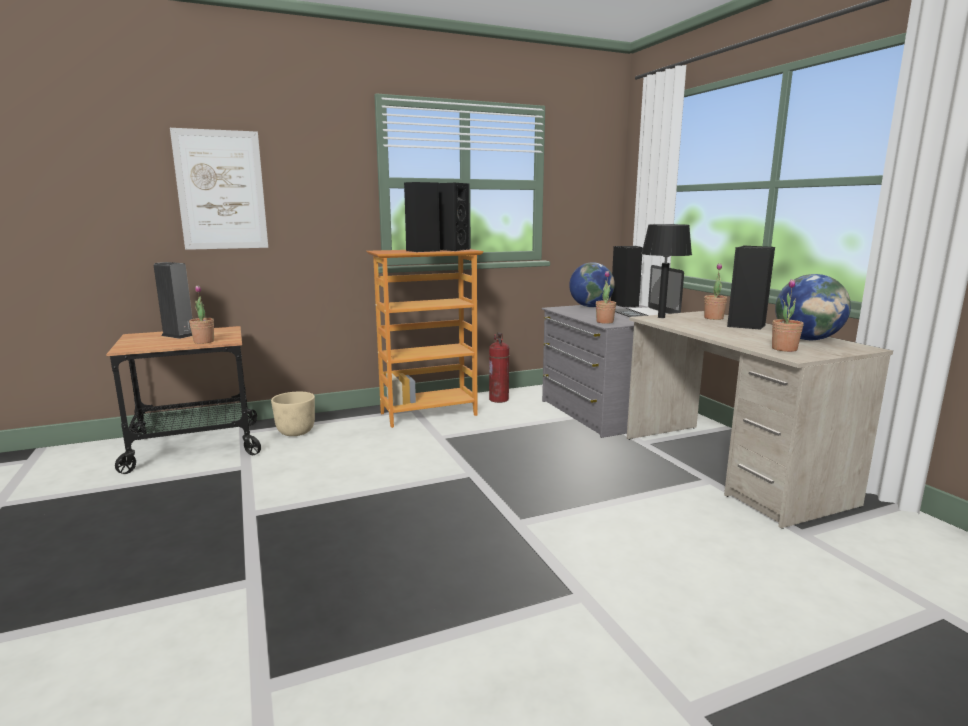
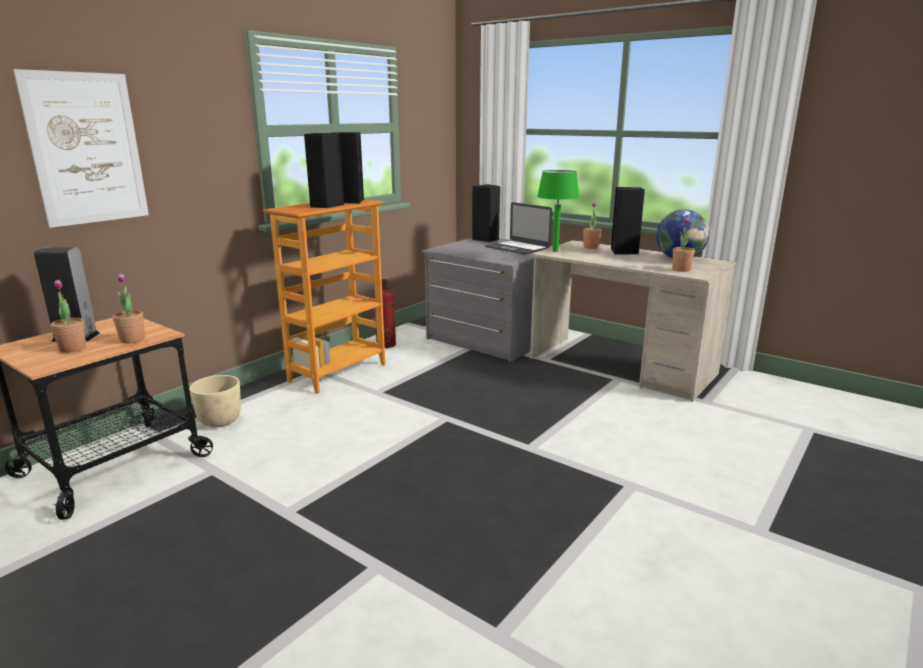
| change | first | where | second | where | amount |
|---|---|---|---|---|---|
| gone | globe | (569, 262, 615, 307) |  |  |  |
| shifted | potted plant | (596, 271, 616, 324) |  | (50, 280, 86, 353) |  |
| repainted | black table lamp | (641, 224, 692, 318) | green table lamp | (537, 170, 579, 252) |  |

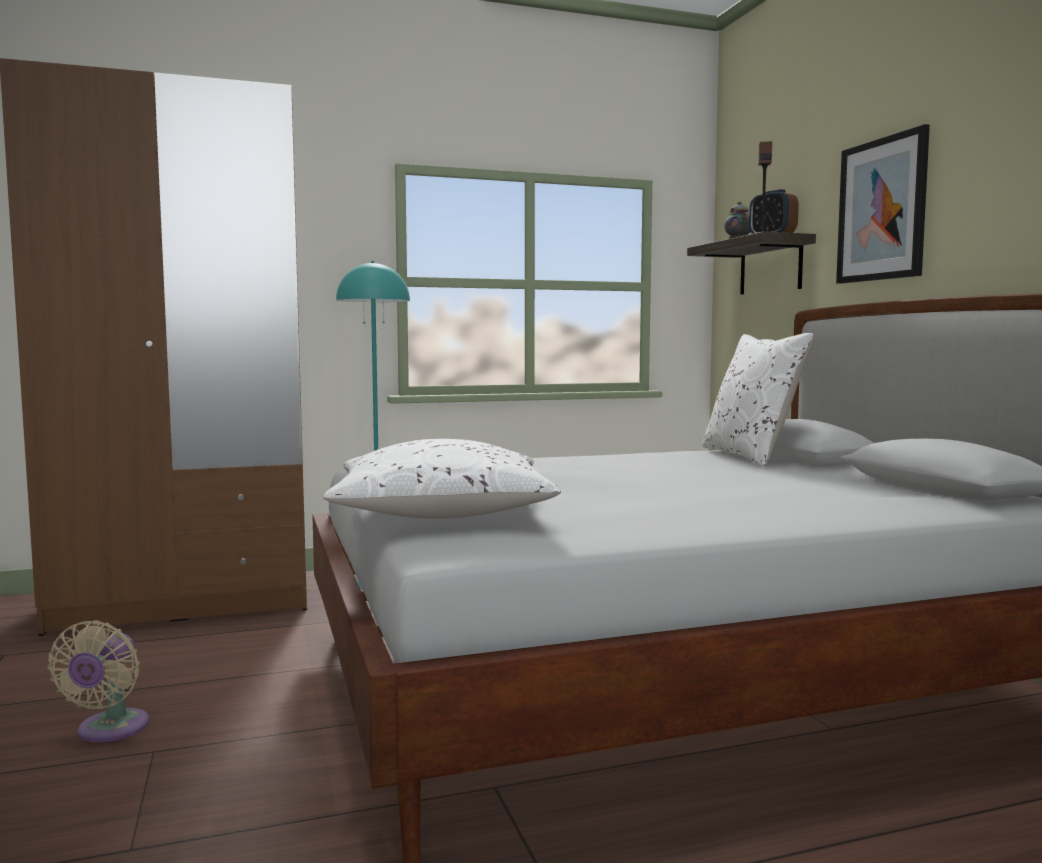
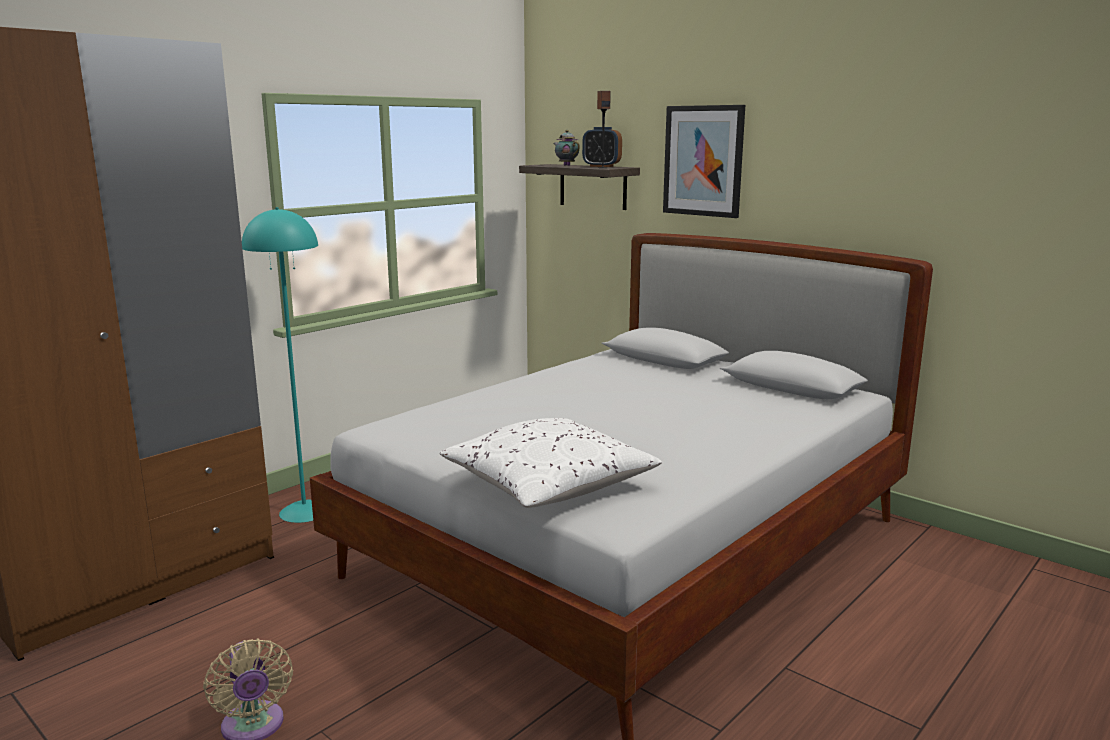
| change | first | where | second | where | amount |
|---|---|---|---|---|---|
| gone | white pillow | (702, 333, 815, 467) |  |  |  |

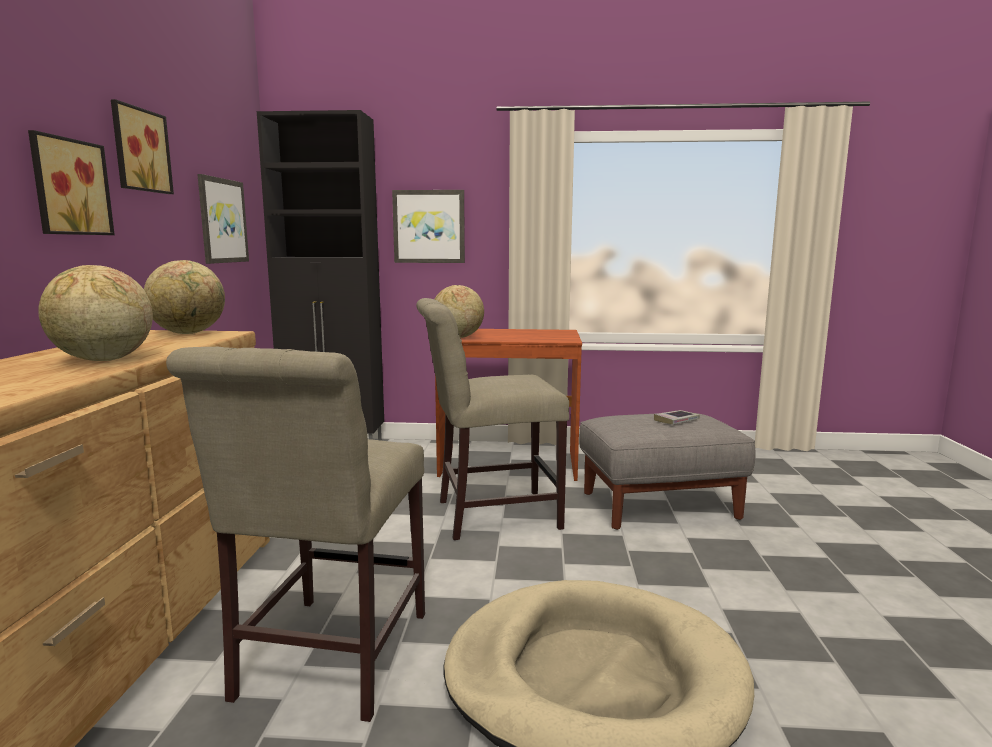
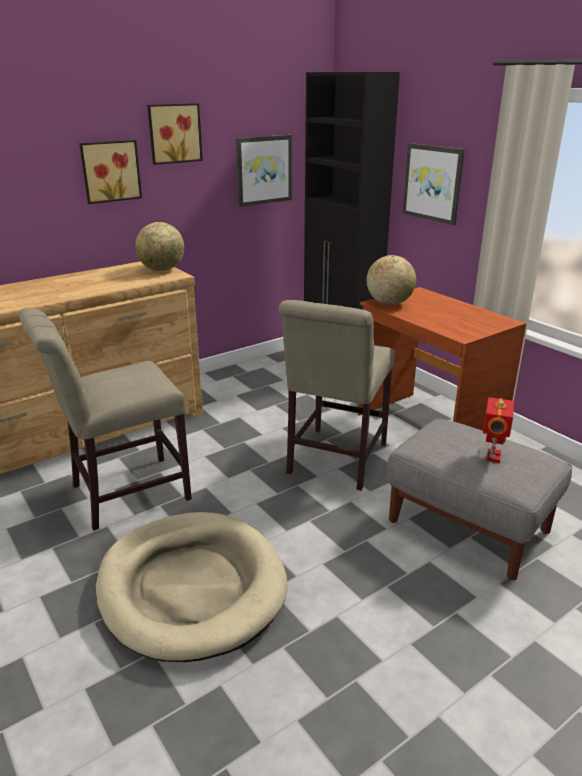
| change | first | where | second | where | amount |
|---|---|---|---|---|---|
| gone | globe | (38, 265, 153, 361) |  |  |  |
| swapped | book | (654, 410, 700, 425) | toy robot | (483, 397, 514, 463) |  |
| rotated | beige chair | (416, 298, 569, 540) |  | (279, 300, 395, 491) | 105 degrees counterclockwise |

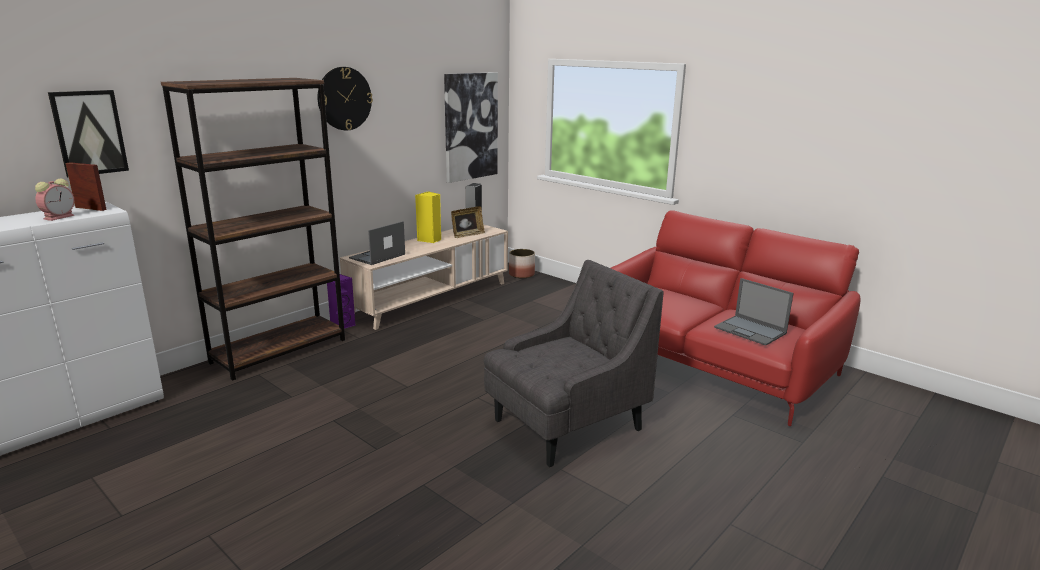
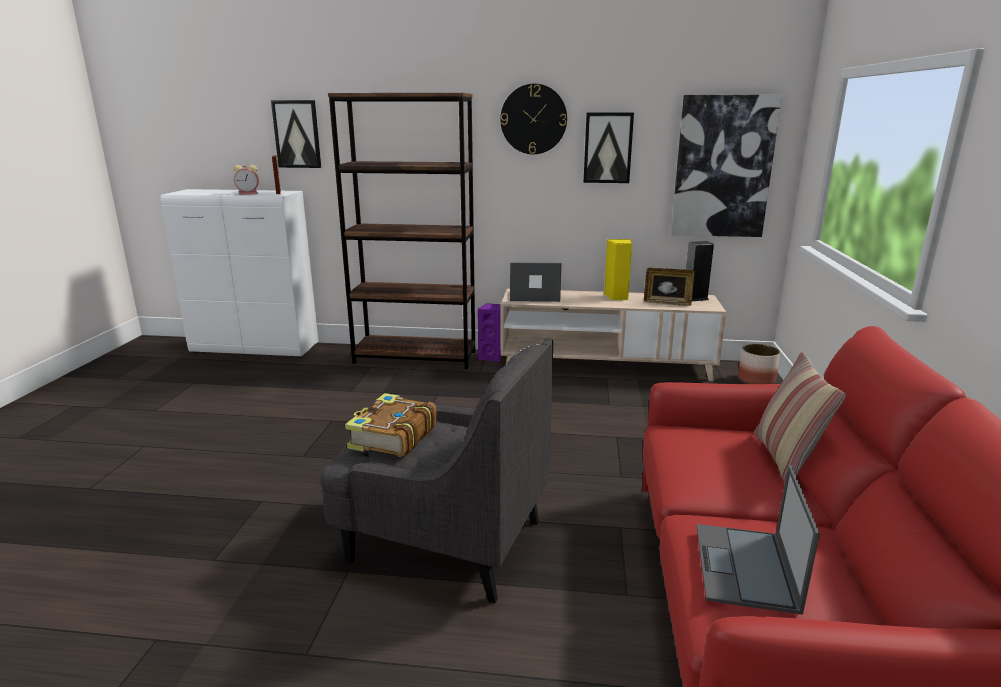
| change | first | where | second | where | amount |
|---|---|---|---|---|---|
| new |  |  | book | (345, 393, 437, 457) |  |
| new |  |  | picture | (583, 113, 634, 183) |  |
| new |  |  | pillow | (754, 352, 846, 485) |  |

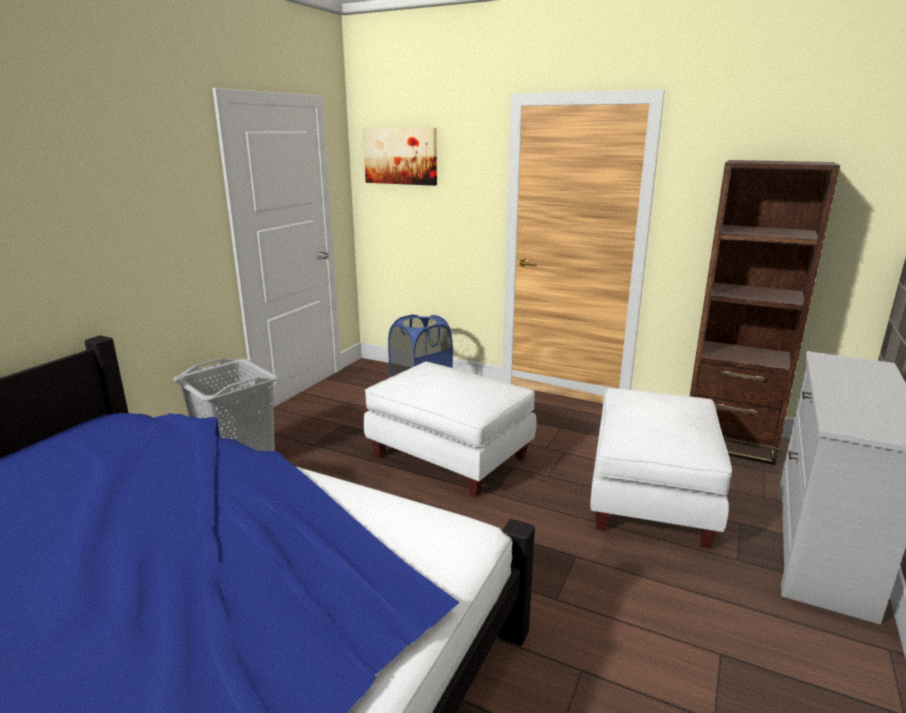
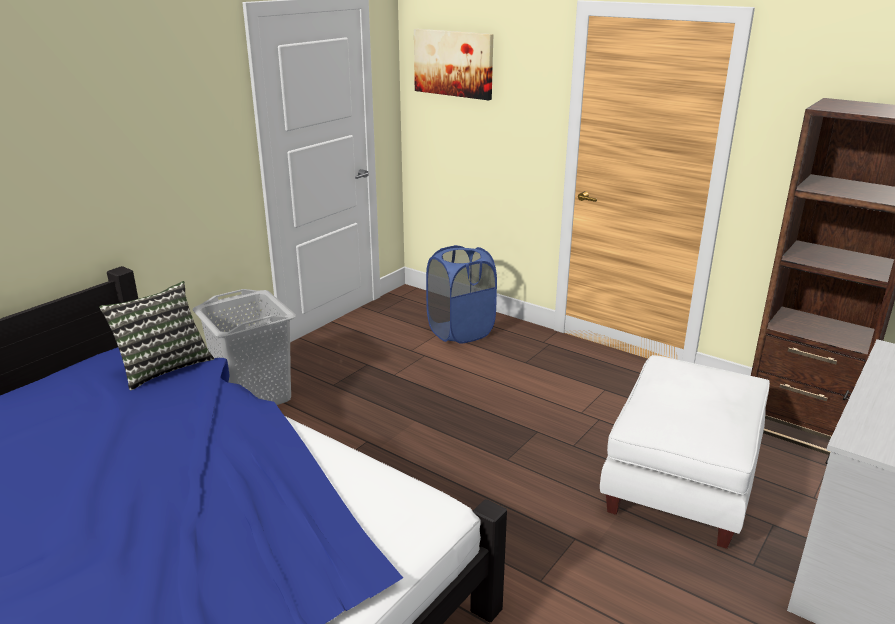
| change | first | where | second | where | amount |
|---|---|---|---|---|---|
| gone | white ottoman | (363, 362, 537, 497) |  |  |  |
| new |  |  | pillow | (99, 281, 214, 390) |  |

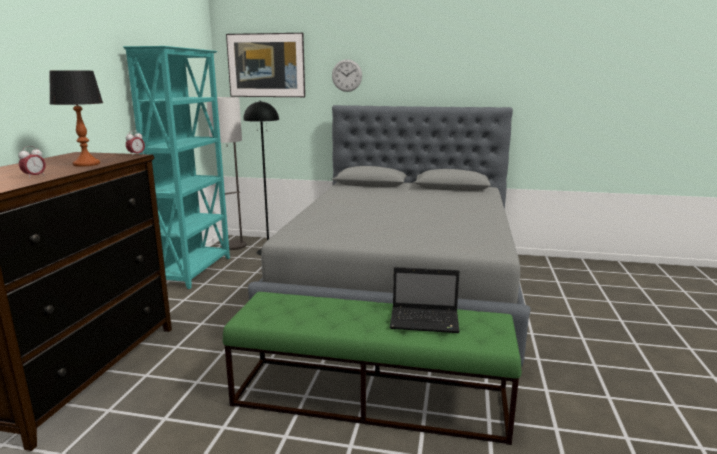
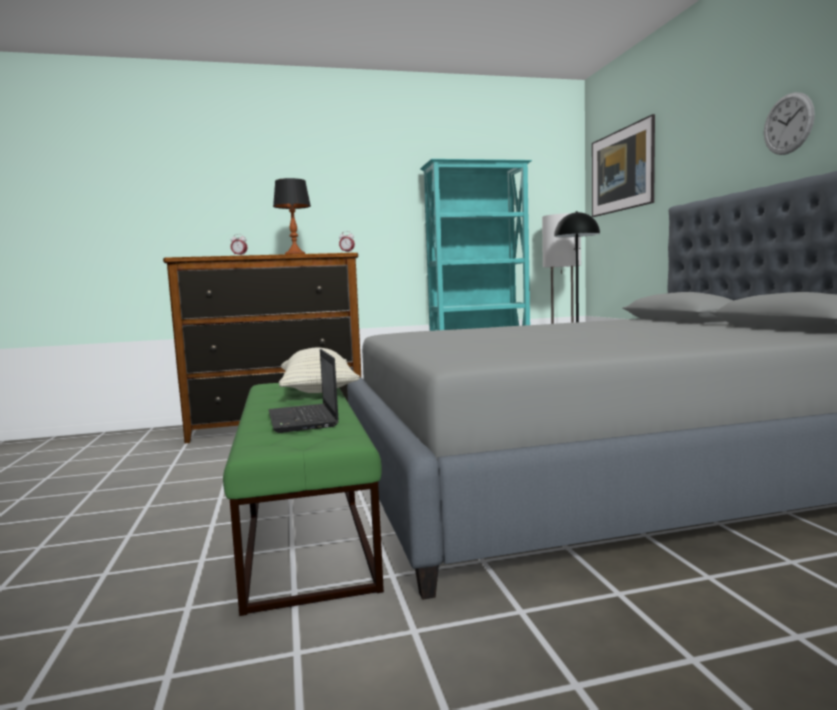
| change | first | where | second | where | amount |
|---|---|---|---|---|---|
| new |  |  | pillow | (279, 348, 360, 393) |  |
| shifted | wall clock | (332, 59, 362, 92) |  | (764, 92, 815, 155) |  |

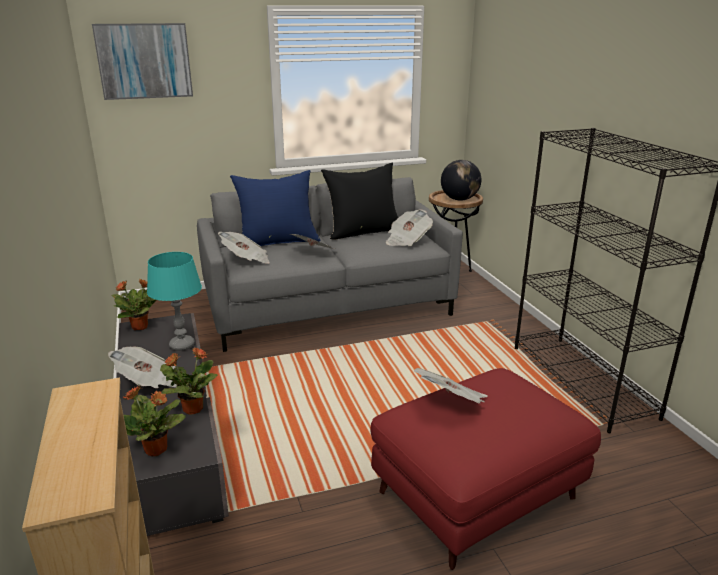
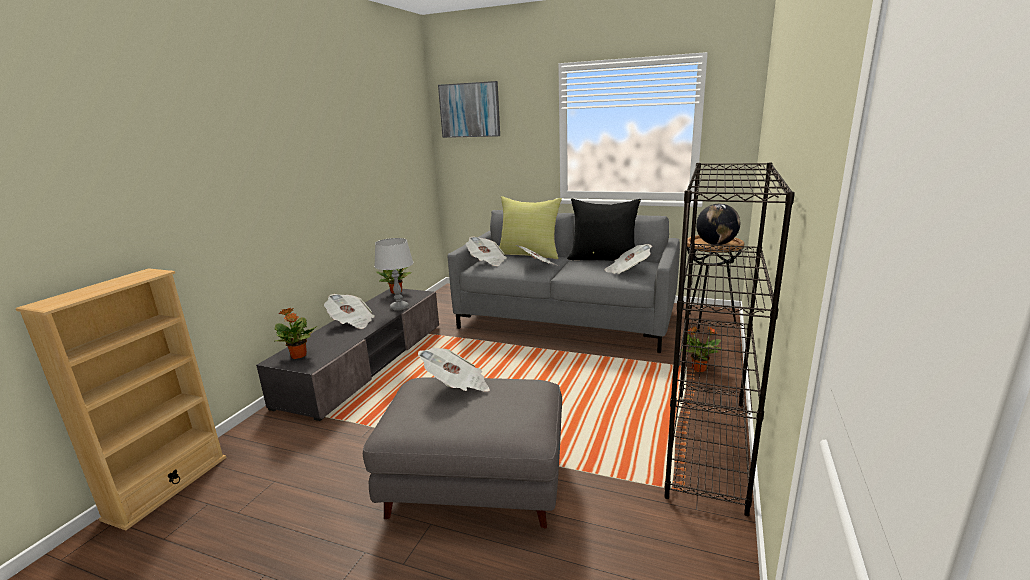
| change | first | where | second | where | amount |
|---|---|---|---|---|---|
| shifted | potted plant | (160, 348, 218, 415) |  | (682, 327, 721, 372) |  |
| repainted | turquoise table lamp | (147, 252, 202, 351) | grey table lamp | (374, 238, 414, 311) |  |
| repainted | blue pillow | (230, 170, 321, 246) | yellow pillow | (499, 196, 562, 259) |  |
| repainted | red ottoman | (371, 368, 601, 570) | grey ottoman | (363, 377, 562, 529) |  |

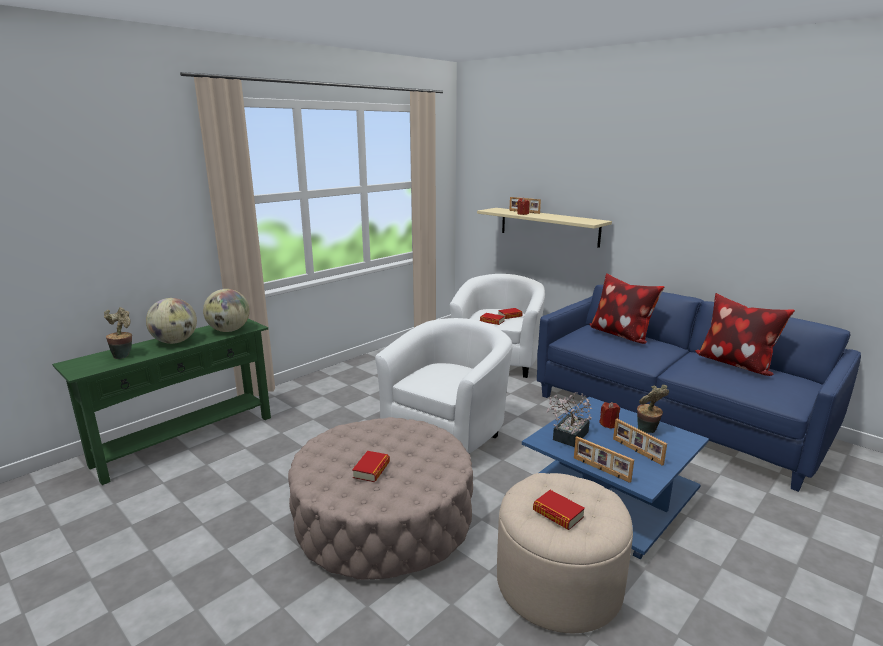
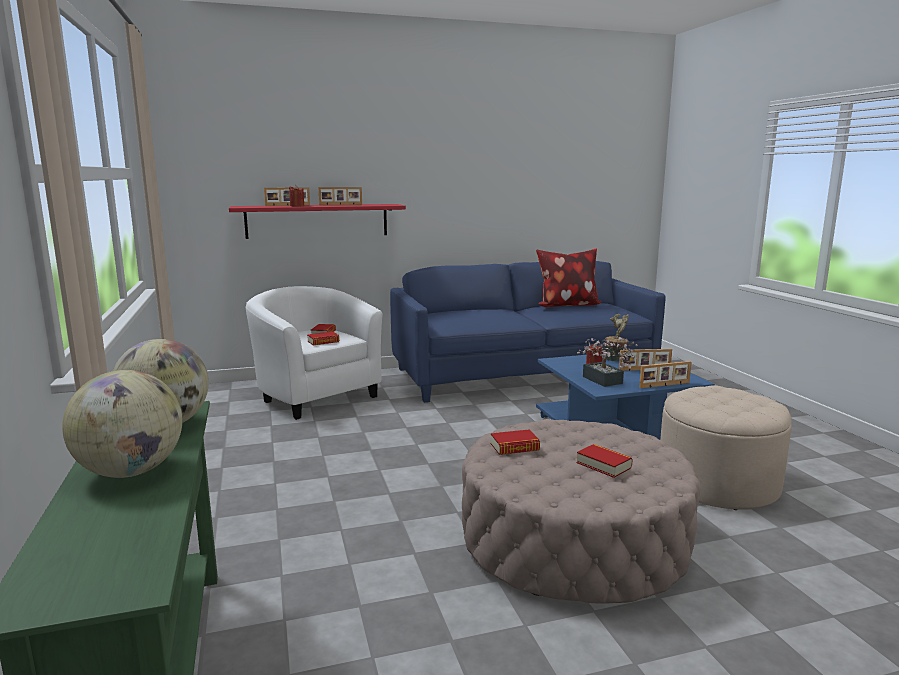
| change | first | where | second | where | amount |
|---|---|---|---|---|---|
| gone | potted plant | (104, 307, 132, 359) |  |  |  |
| gone | white armchair | (375, 318, 513, 453) |  |  |  |
| gone | pillow | (590, 273, 665, 344) |  |  |  |
| new |  |  | picture frame | (318, 187, 362, 205) |  |
| shifted | book | (533, 490, 585, 530) |  | (491, 430, 540, 455) |  |
| repainted | beige shelf | (477, 208, 612, 248) | red shelf | (229, 204, 406, 239) |  |

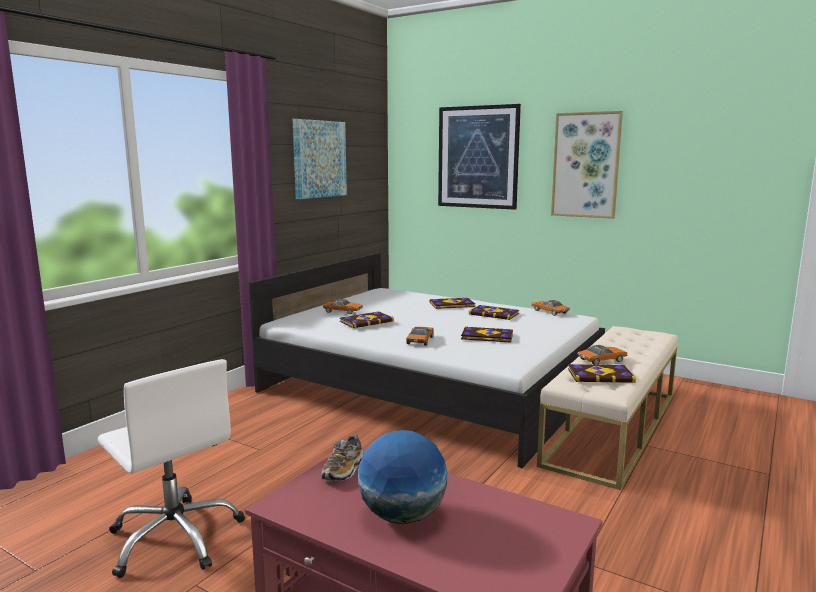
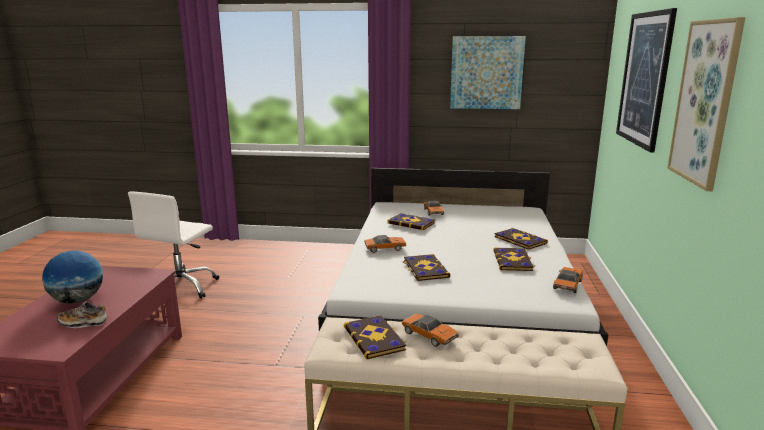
| change | first | where | second | where | amount |
|---|---|---|---|---|---|
| shifted | shoe | (321, 434, 363, 482) |  | (57, 301, 107, 328) |  |

